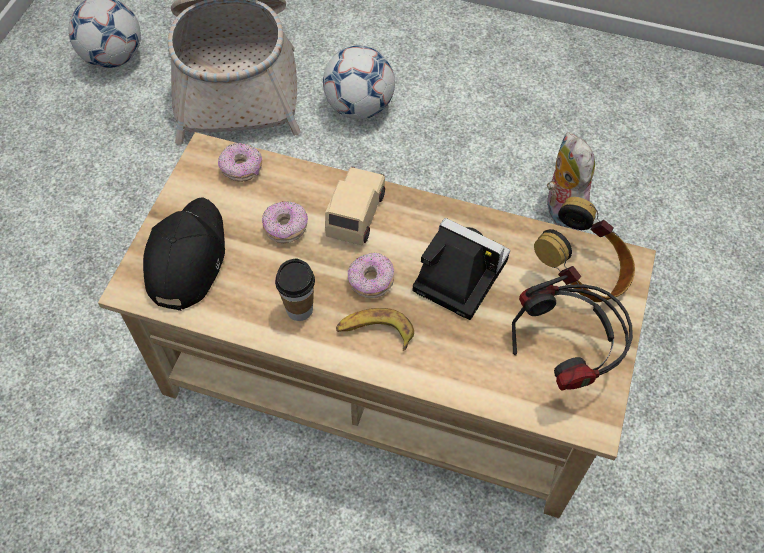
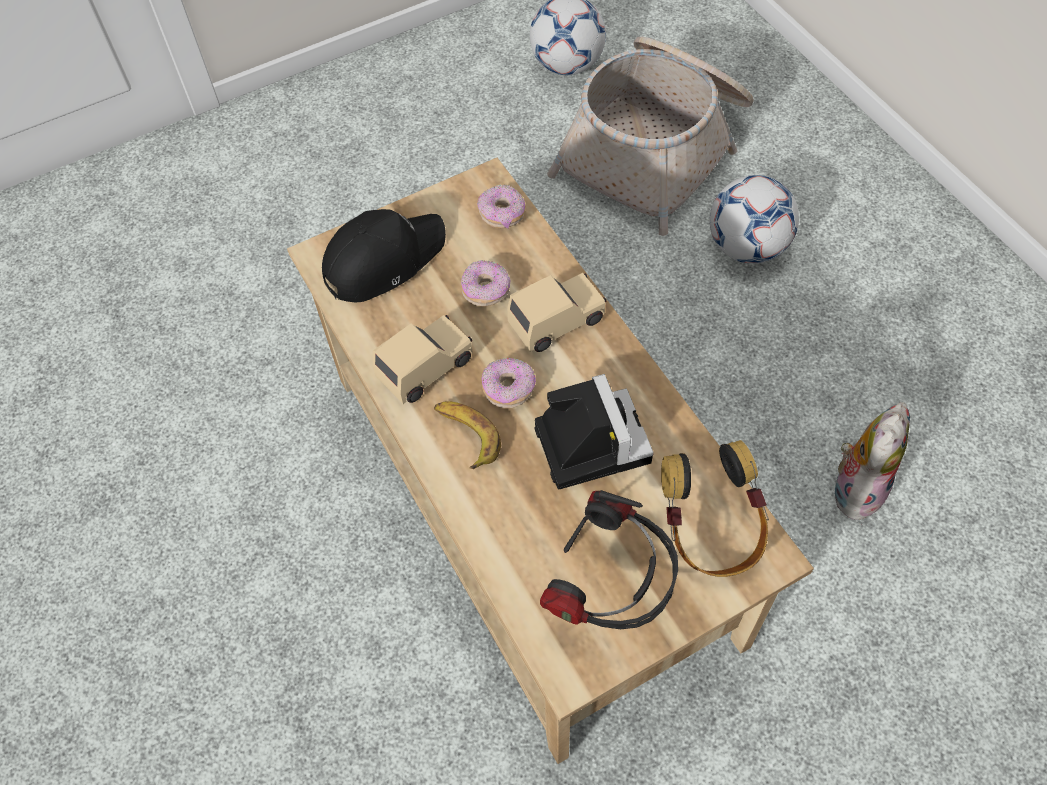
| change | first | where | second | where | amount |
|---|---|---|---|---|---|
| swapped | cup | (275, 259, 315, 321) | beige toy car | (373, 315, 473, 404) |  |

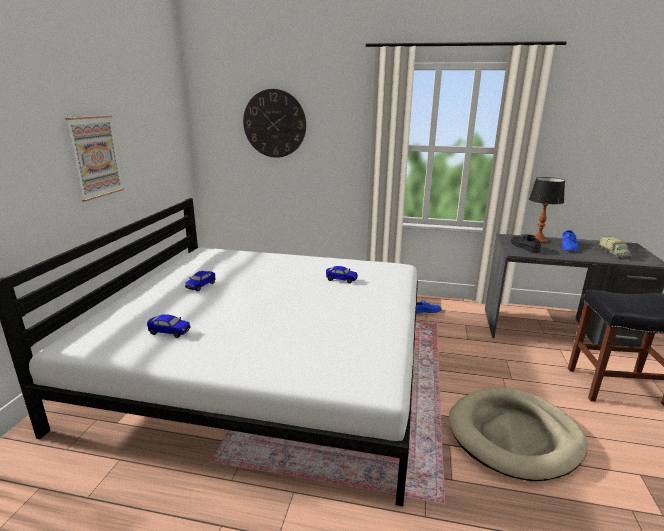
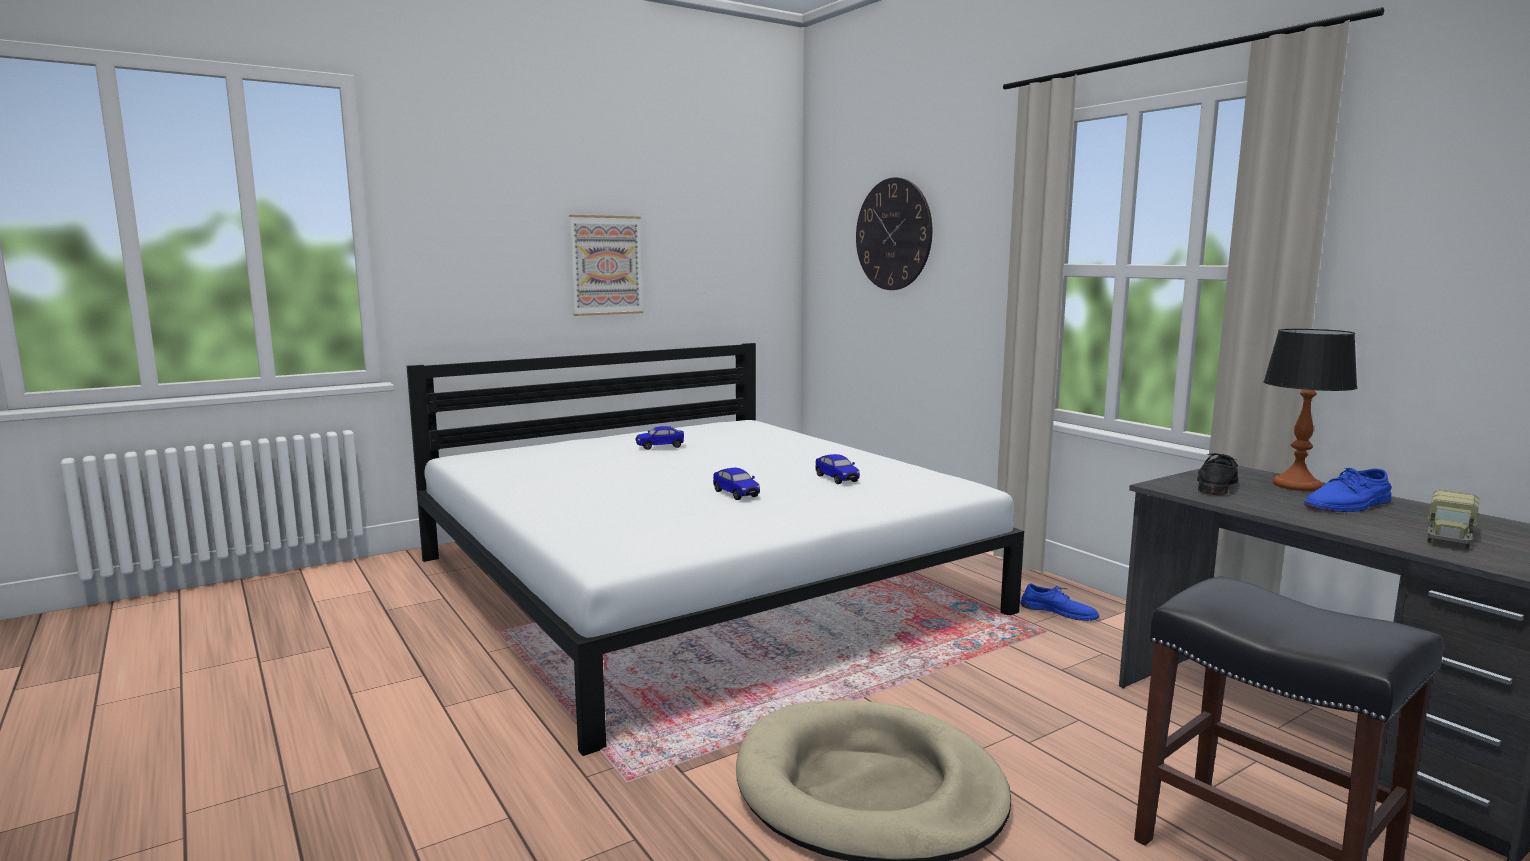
| change | first | where | second | where | amount |
|---|---|---|---|---|---|
| shifted | toy car | (147, 314, 191, 338) |  | (713, 468, 760, 500) |  |

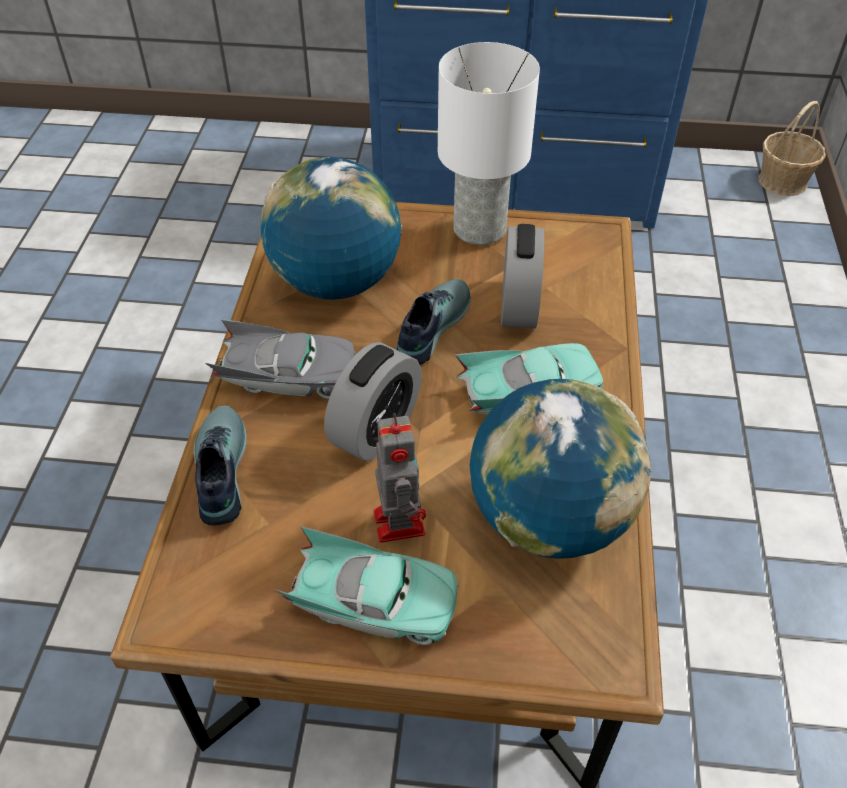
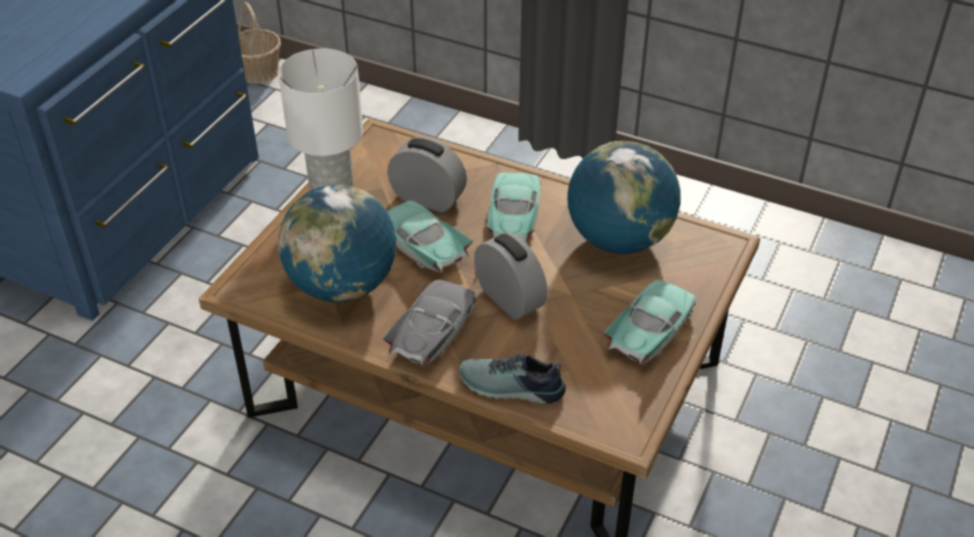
| change | first | where | second | where | amount |
|---|---|---|---|---|---|
| gone | toy robot | (373, 413, 426, 543) |  |  |  |
| swapped | shoe | (396, 279, 471, 364) | turquoise toy car | (387, 200, 473, 272) |  |

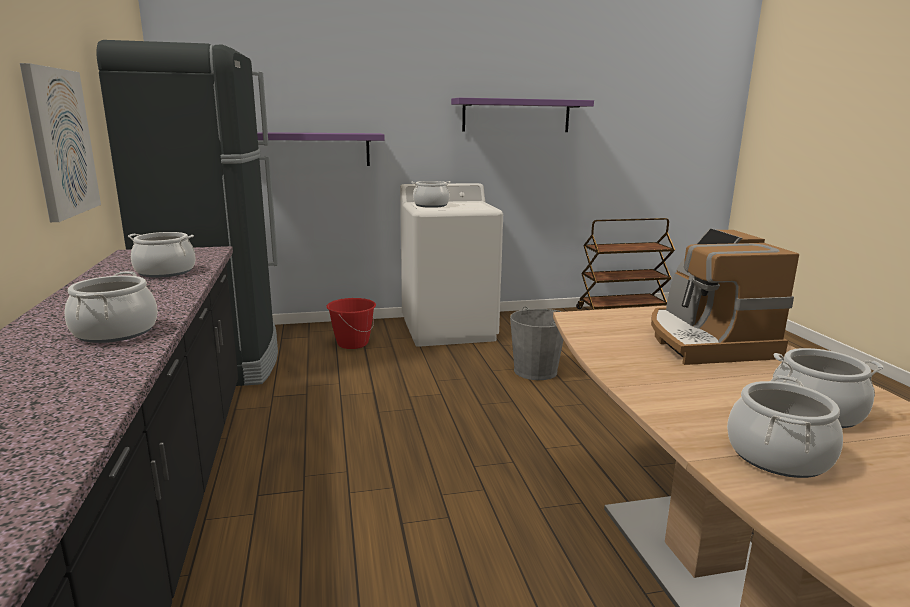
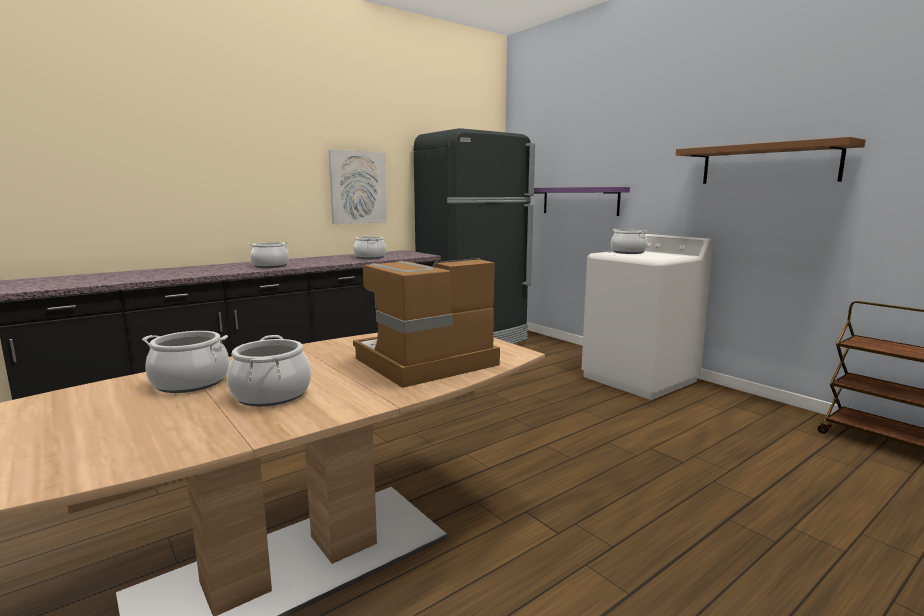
| change | first | where | second | where | amount |
|---|---|---|---|---|---|
| gone | red bucket | (326, 298, 376, 349) |  |  |  |
| gone | grey bucket | (510, 307, 563, 380) |  |  |  |
| repainted | purple shelf | (451, 98, 594, 132) | brown shelf | (676, 137, 866, 184) |  |

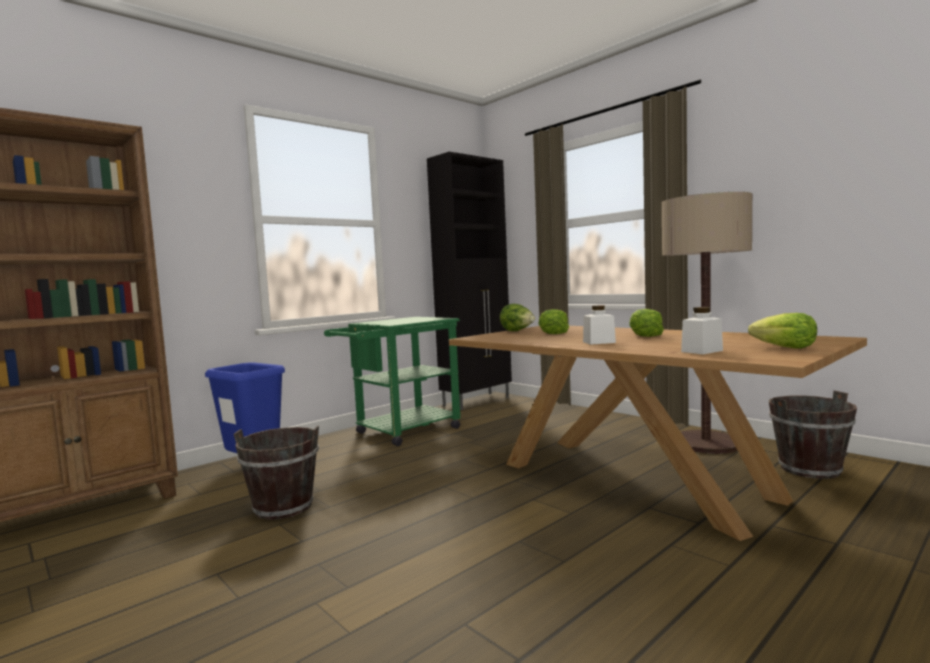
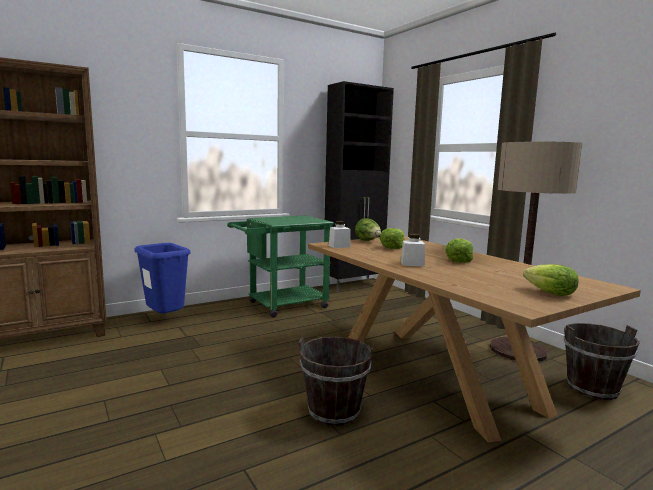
| change | first | where | second | where | amount |
|---|---|---|---|---|---|
| shifted | brown bucket | (234, 426, 319, 520) |  | (298, 337, 374, 426) |  |
| shifted | white jar | (681, 307, 723, 354) |  | (329, 221, 351, 248) |  |

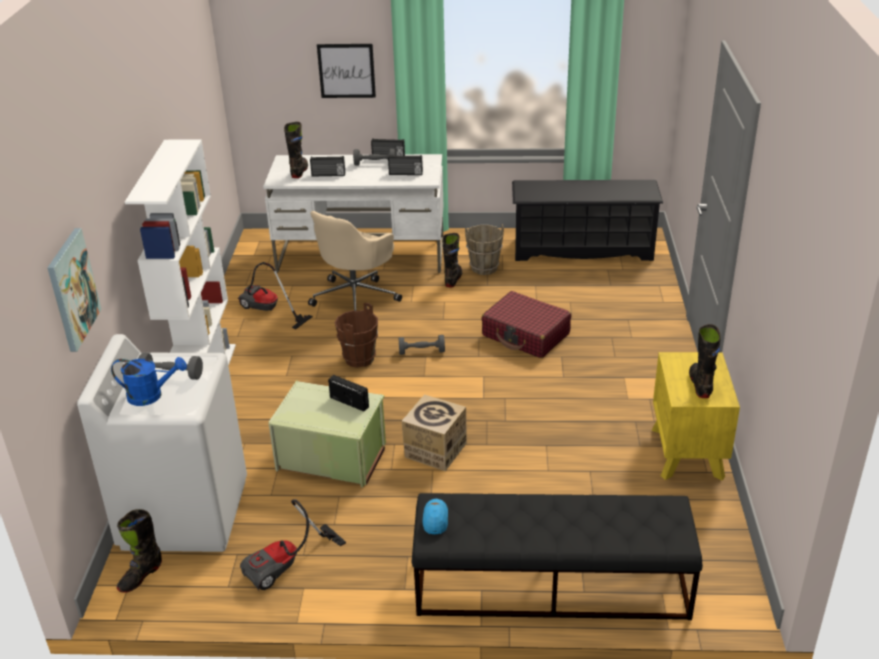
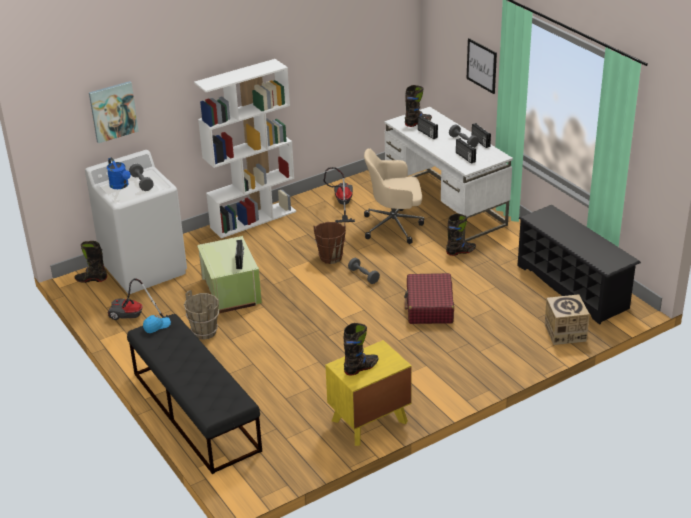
| change | first | where | second | where | amount |
|---|---|---|---|---|---|
| shifted | cardboard box | (402, 394, 467, 471) |  | (545, 294, 590, 345) |  |
| shifted | brown bucket | (465, 224, 504, 275) |  | (184, 290, 219, 340) |  |

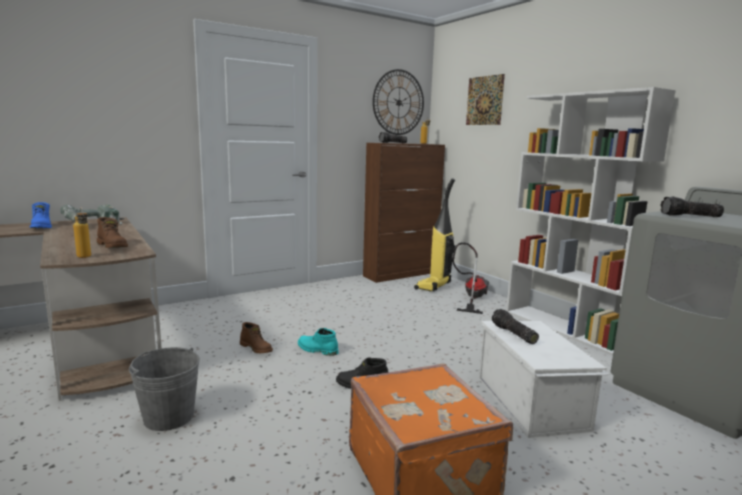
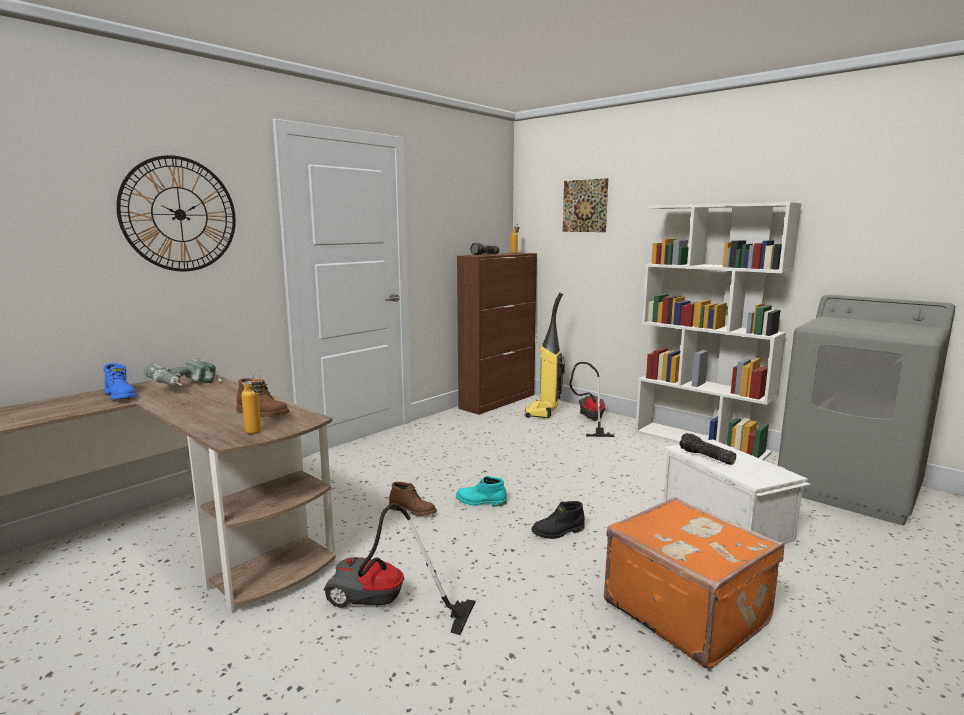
| change | first | where | second | where | amount |
|---|---|---|---|---|---|
| gone | flashlight | (660, 196, 724, 217) |  |  |  |
| shifted | wall clock | (373, 69, 424, 135) |  | (116, 155, 236, 271) |  |
| swapped | grey bucket | (129, 347, 200, 431) | vacuum cleaner | (324, 503, 476, 635) |  |

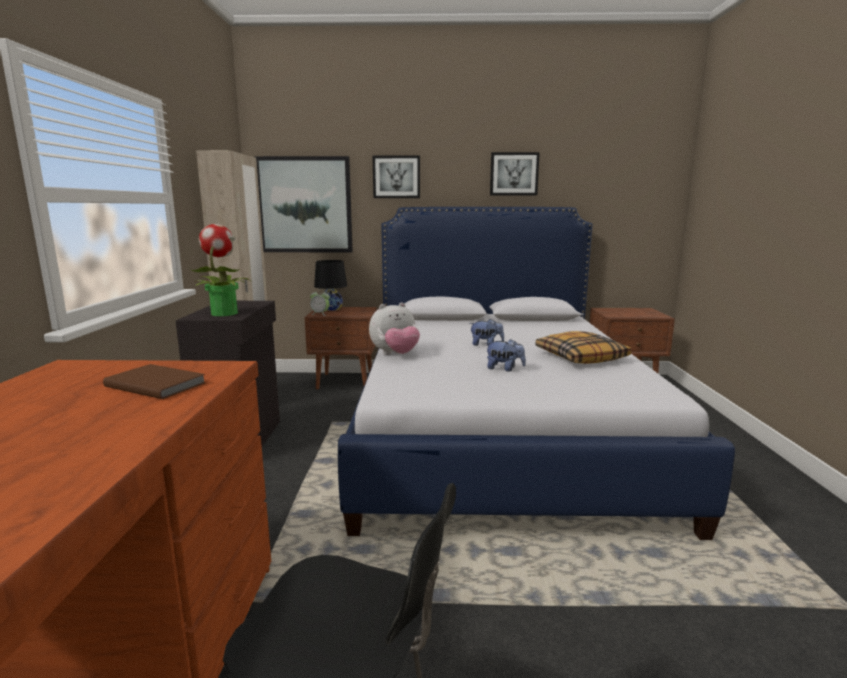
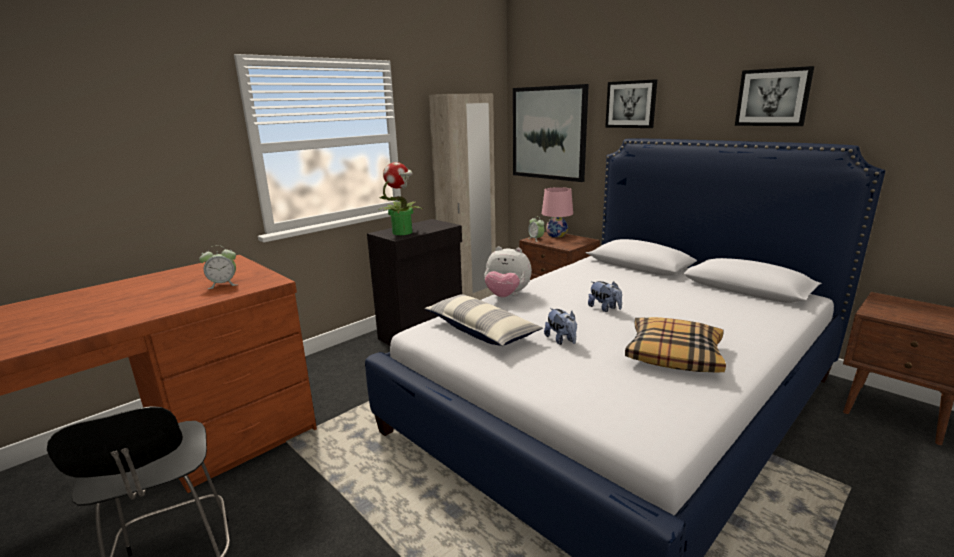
| change | first | where | second | where | amount |
|---|---|---|---|---|---|
| new |  |  | pillow | (424, 294, 543, 346) |  |
| swapped | brown book | (103, 364, 206, 399) | alarm clock | (199, 245, 237, 289) |  |
| repainted | black table lamp | (314, 260, 347, 311) | pink table lamp | (542, 187, 573, 237) |  |

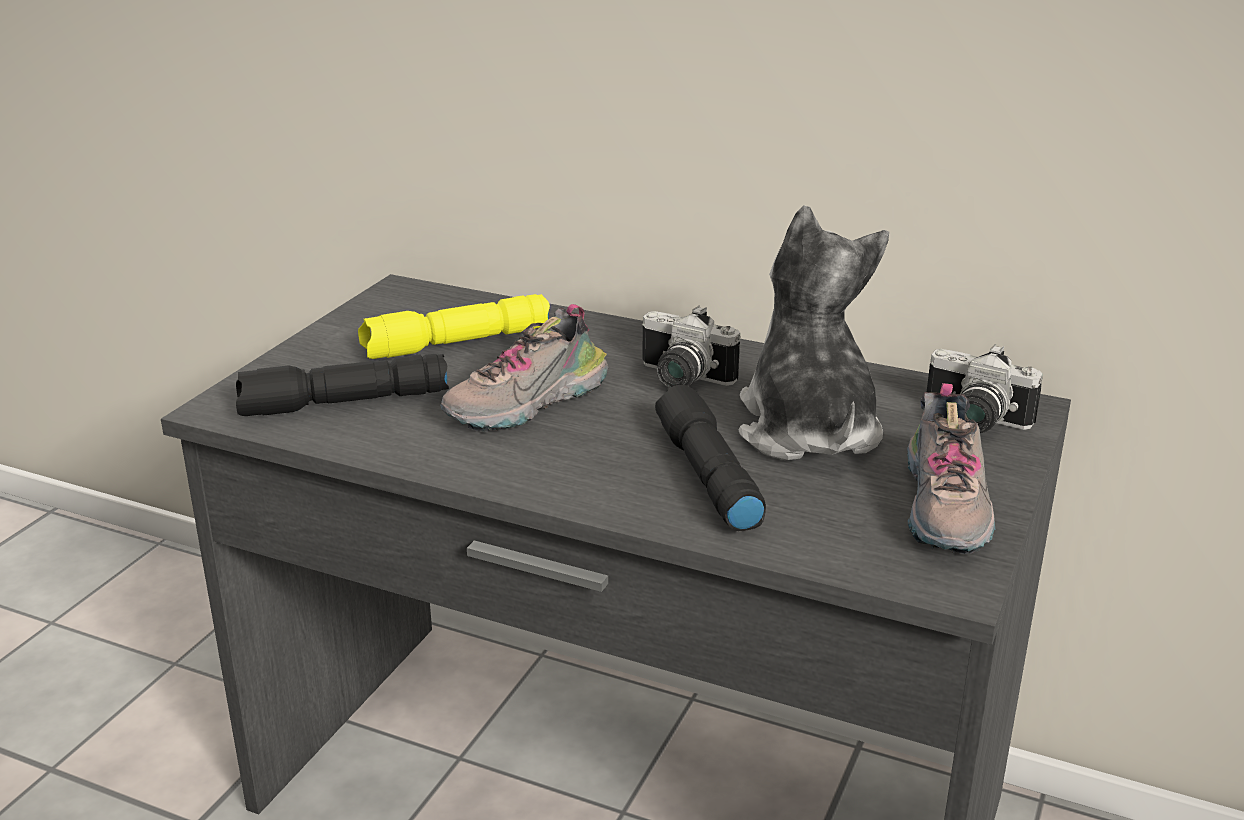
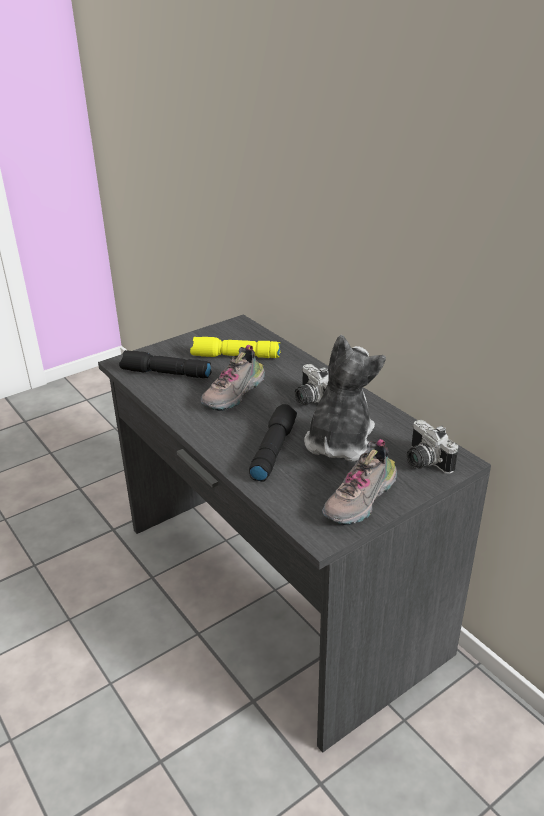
| change | first | where | second | where | amount |
|---|---|---|---|---|---|
| rotated | shoe | (440, 304, 609, 432) |  | (201, 345, 265, 411) | 45 degrees counterclockwise |

